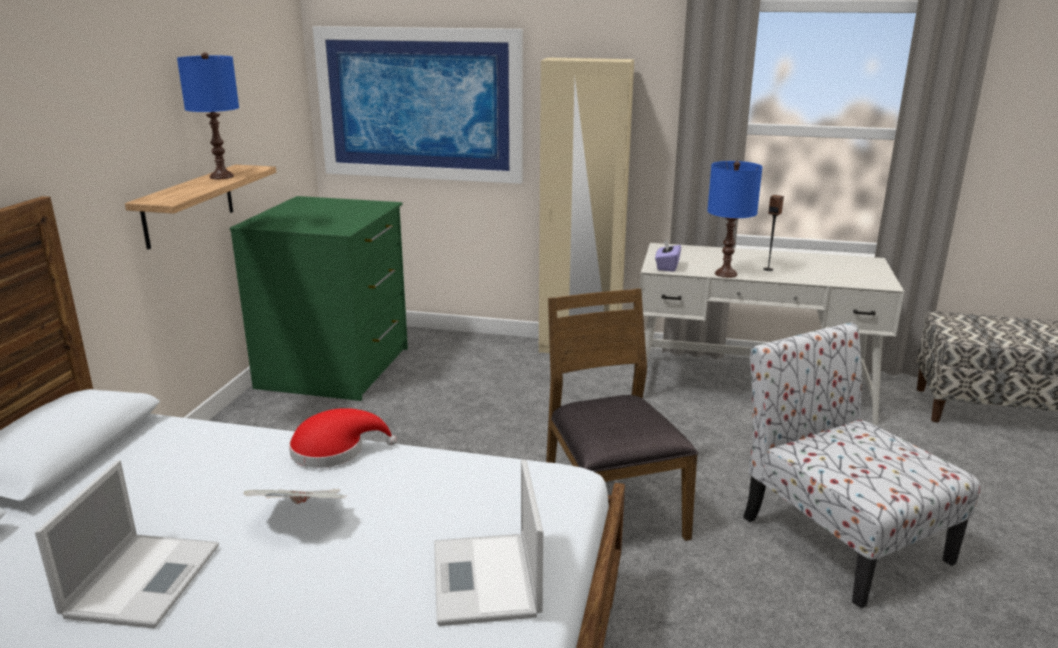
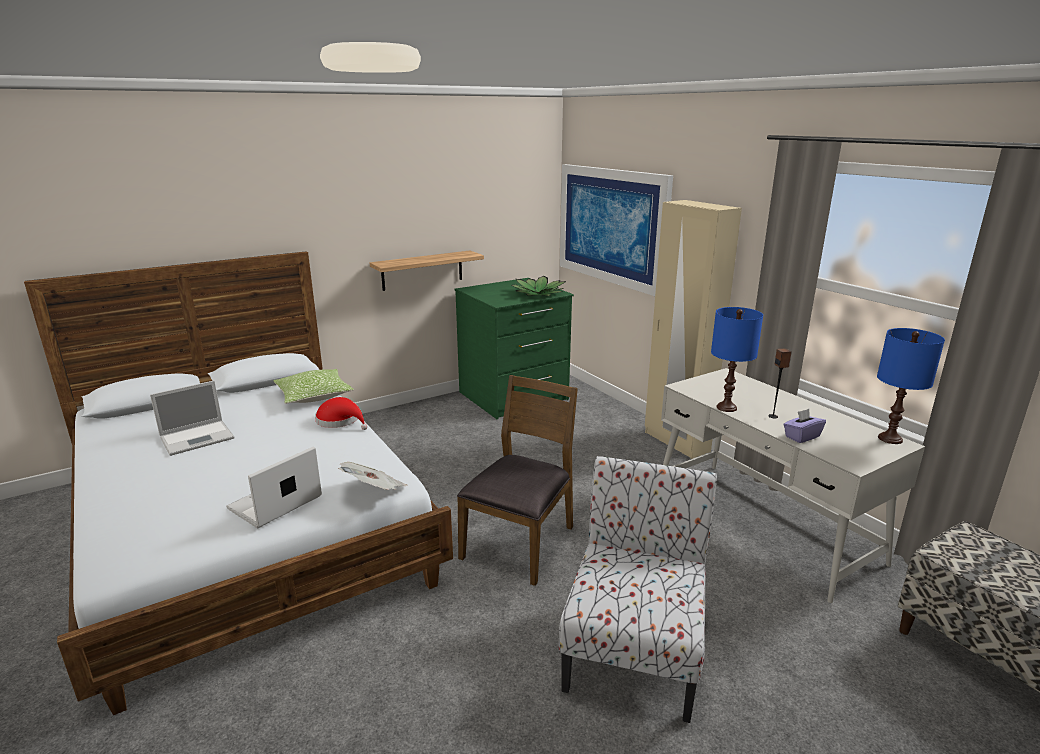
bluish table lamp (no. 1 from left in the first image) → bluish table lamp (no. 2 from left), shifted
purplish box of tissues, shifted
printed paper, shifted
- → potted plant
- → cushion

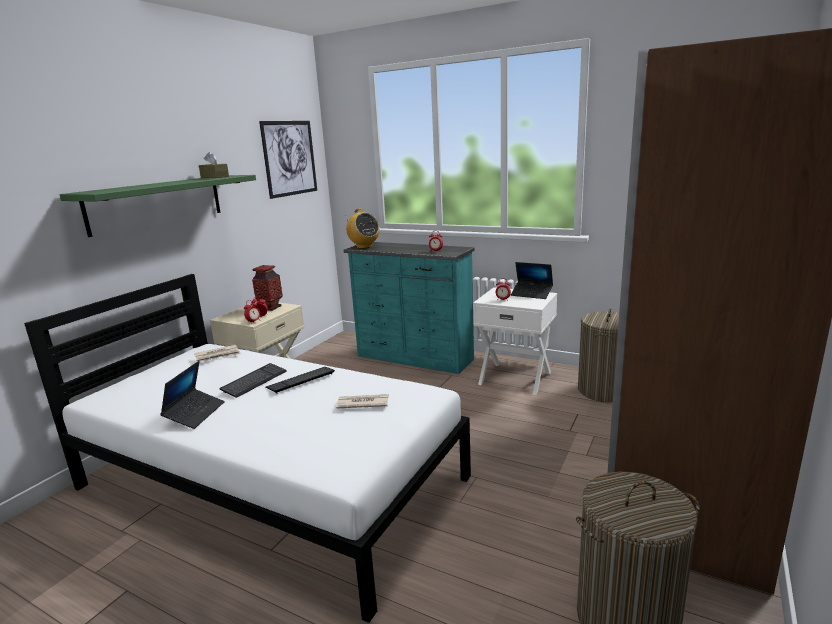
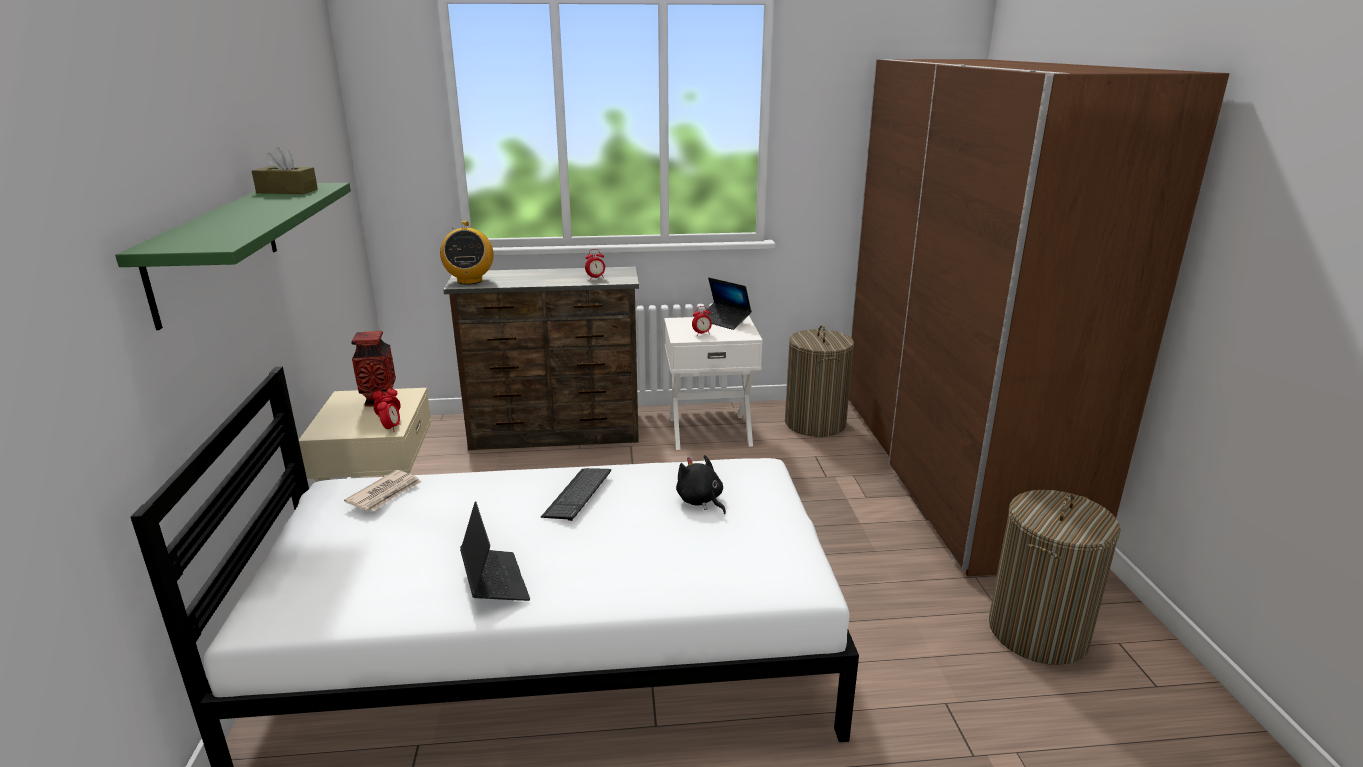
wall picture → -
radio receiver, 60 degrees clockwise
turquoise drawer chest → brown-coloured drawer chest
notebook computer (no. 2 from left), 45 degrees clockwise
PC keyboard (no. 1 from left) → -
printed paper (no. 2 from left) → black-coloured cuddly toy

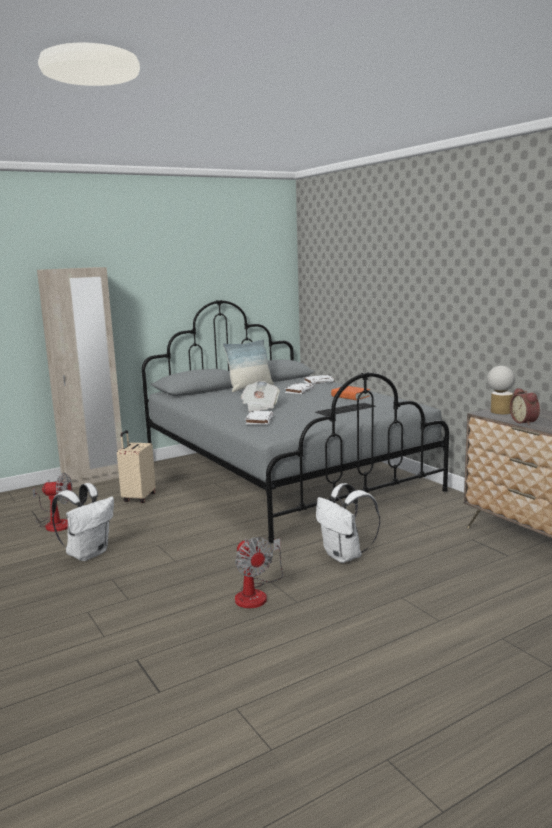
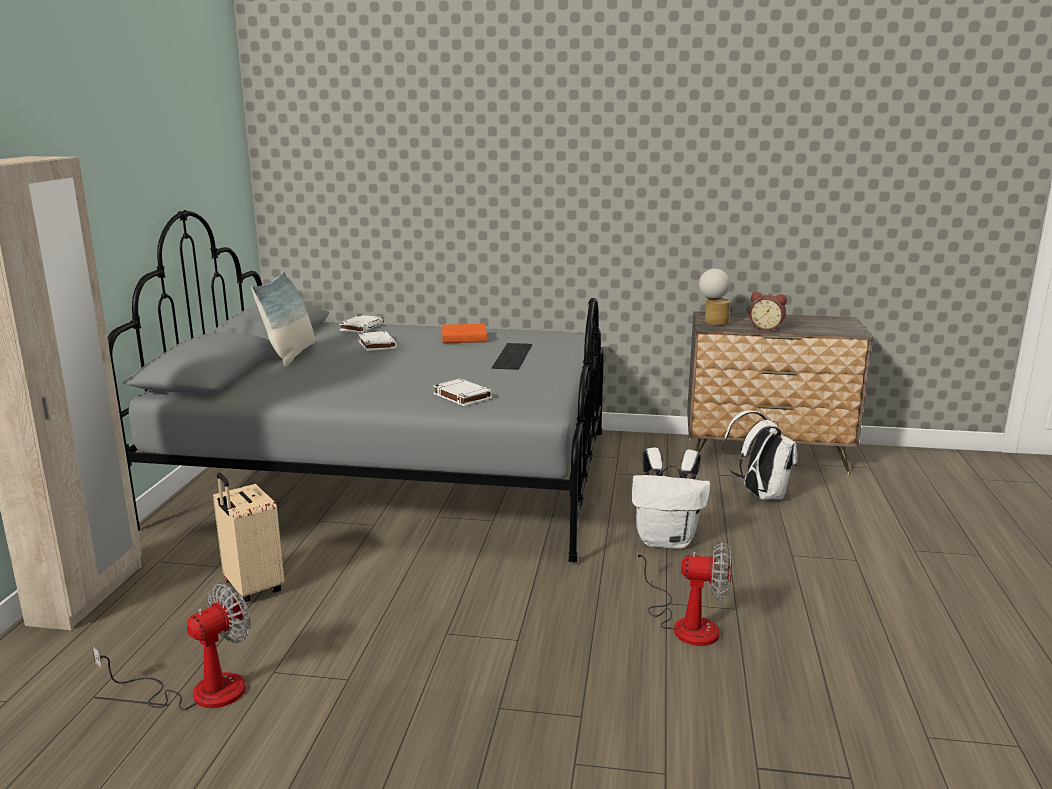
printed paper → -
white backpack (no. 1 from left in the first image) → white backpack (no. 2 from left), shifted

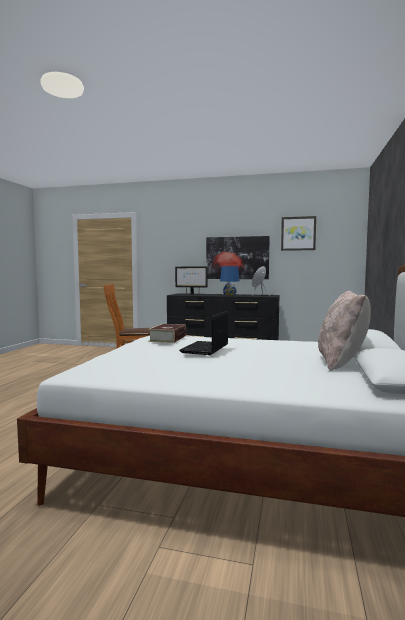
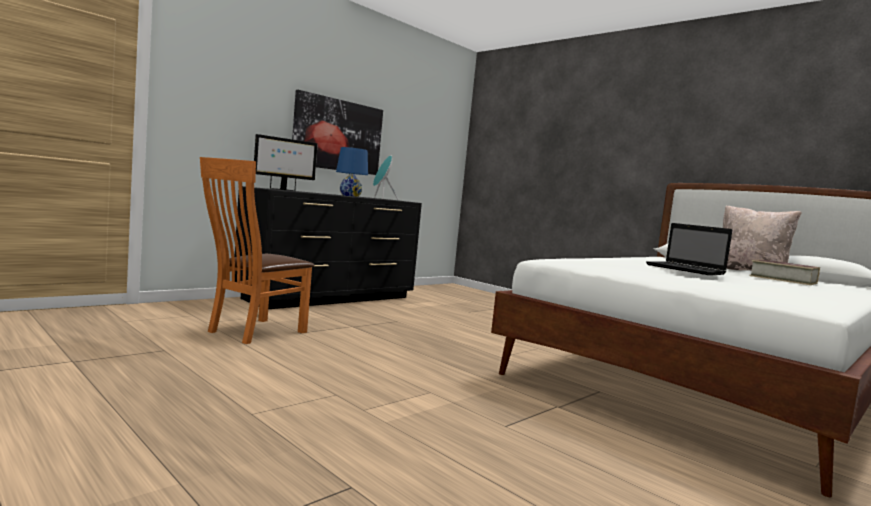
wall picture (no. 2 from left) → -
bound book, shifted

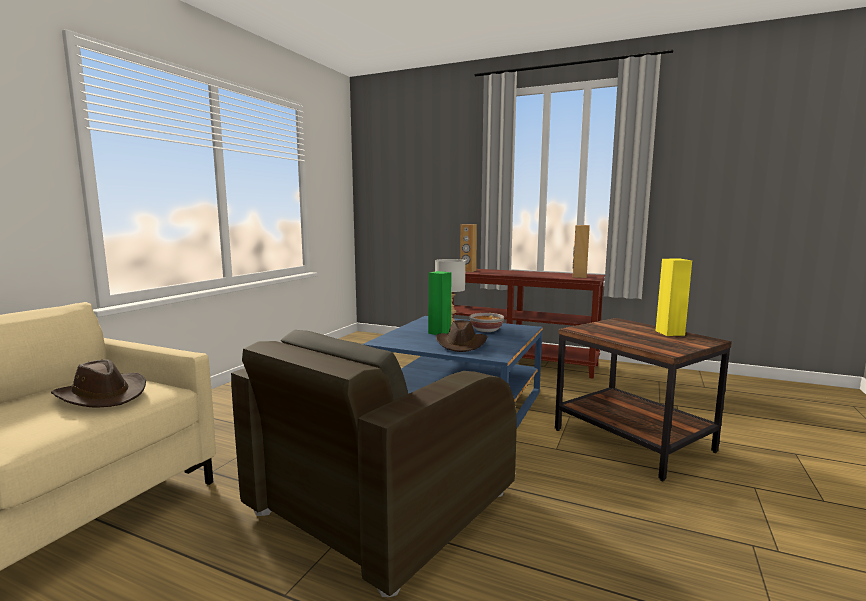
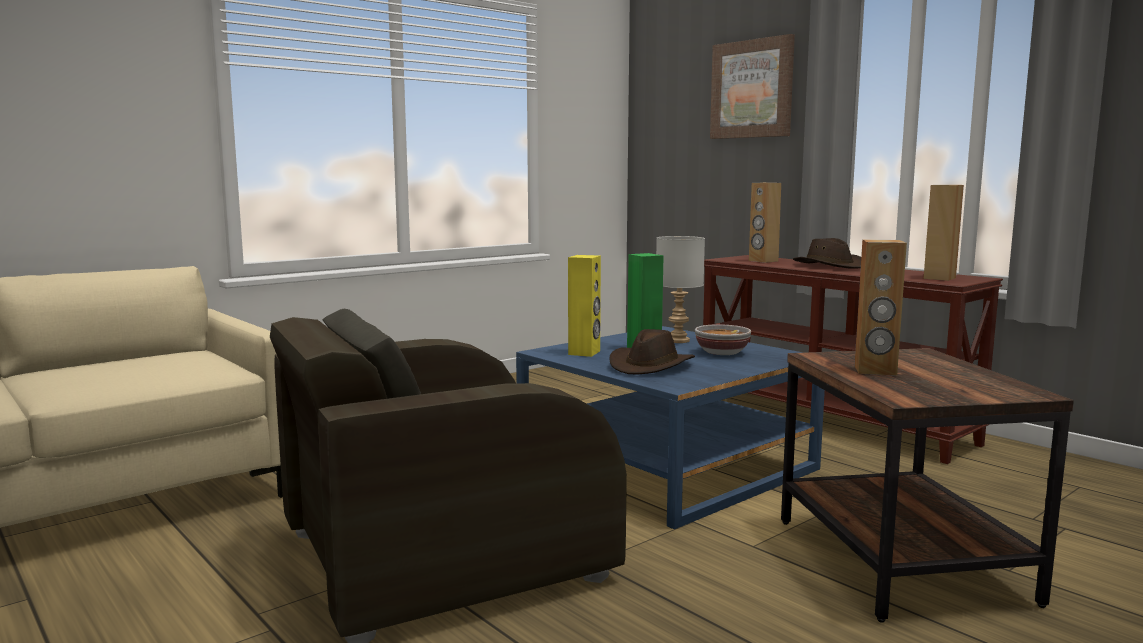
yellow speaker, shifted
brown-coloured clothing hat (no. 1 from left in the first image) → brown-coloured clothing hat (no. 2 from left), shifted
- → wall picture
- → brown-coloured speaker (no. 2 from left)

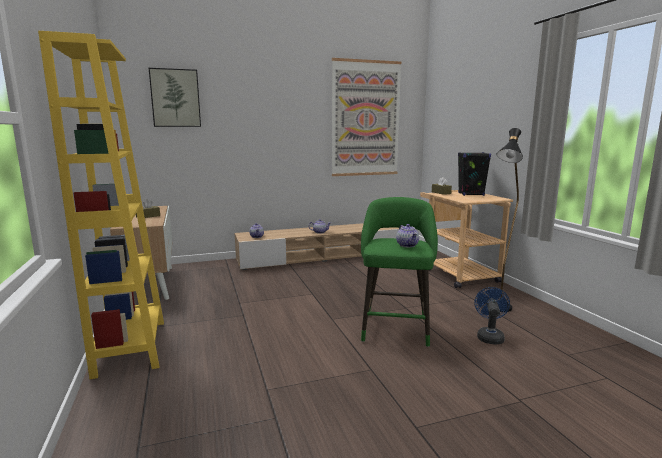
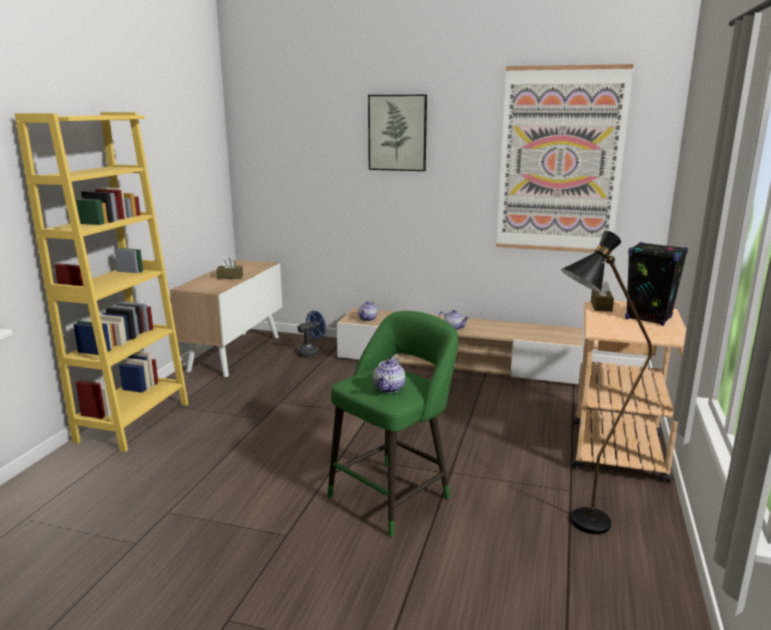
wall picture (no. 1 from left), shifted
bluish electric fan, shifted

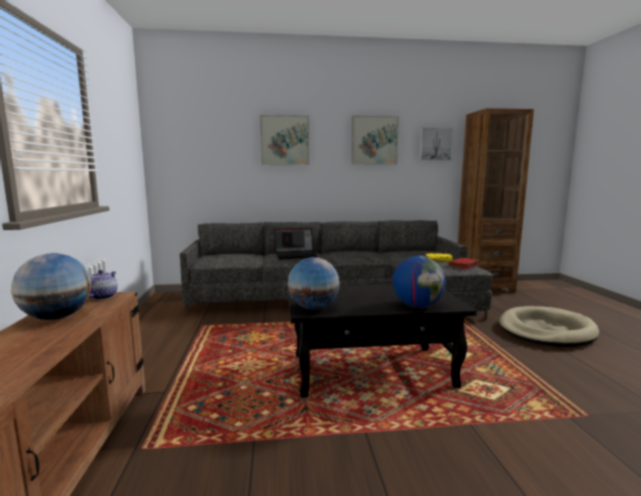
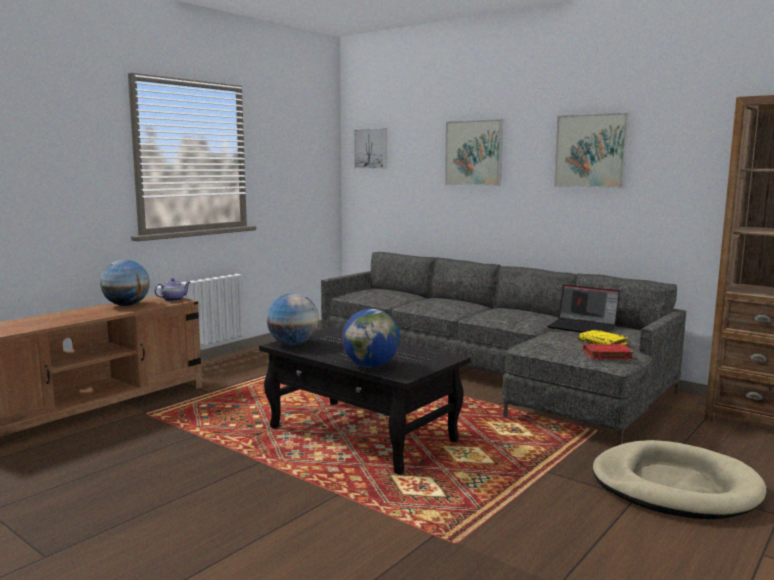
wall picture (no. 3 from left in the first image) → wall picture (no. 1 from left), shifted
notebook computer, shifted

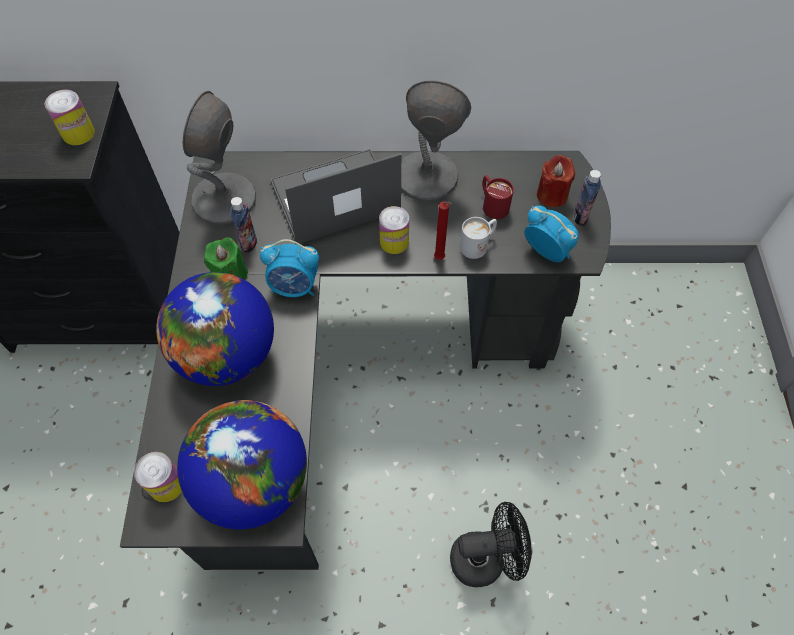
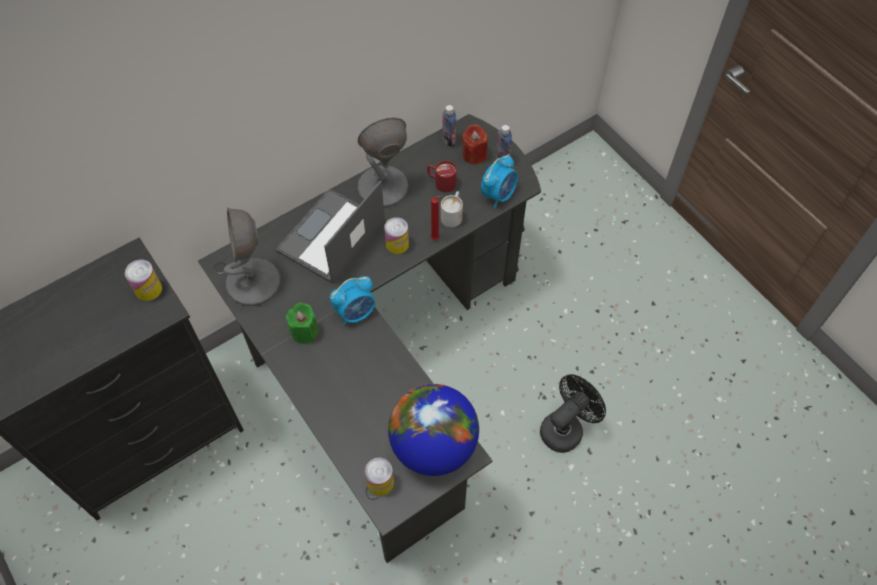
bottle (no. 1 from left), shifted
alarm clock (no. 2 from left), 120 degrees clockwise
world globe (no. 1 from left) → -

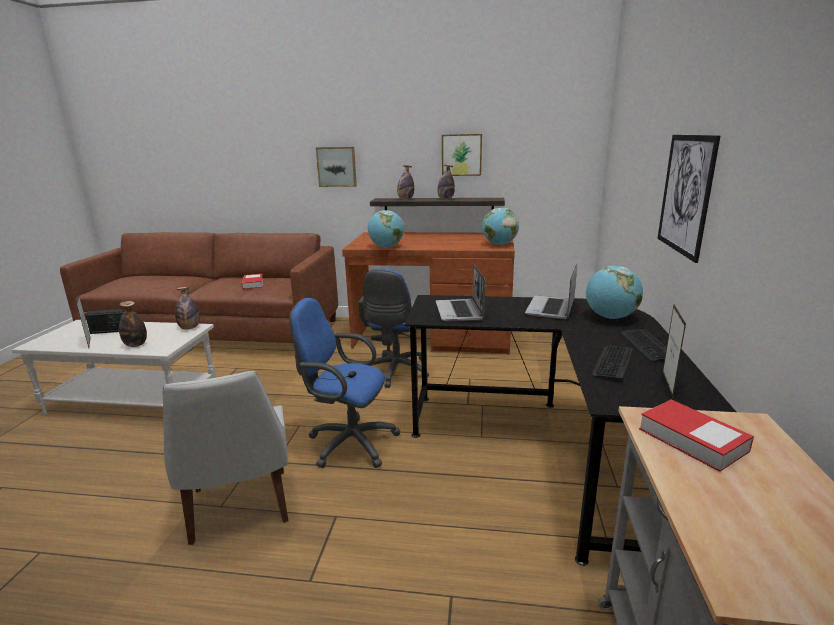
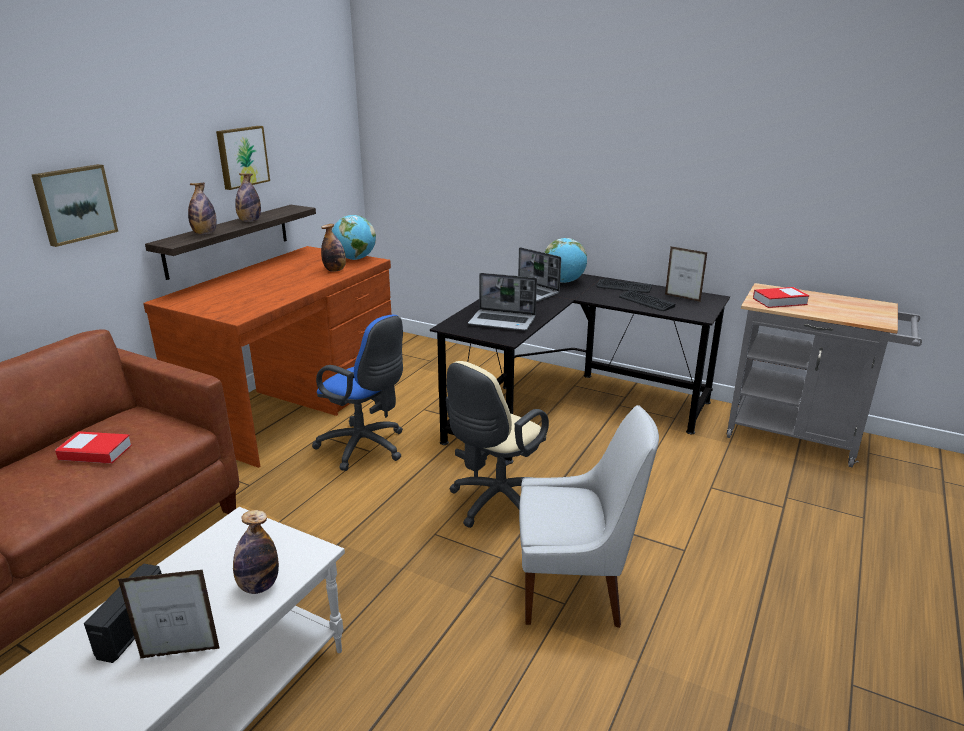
wall picture (no. 3 from left) → -
world globe (no. 1 from left) → -
bottle (no. 2 from left in the first image) → bottle (no. 4 from left), shifted
bluish computer chair (no. 1 from left) → beige-coloured computer chair

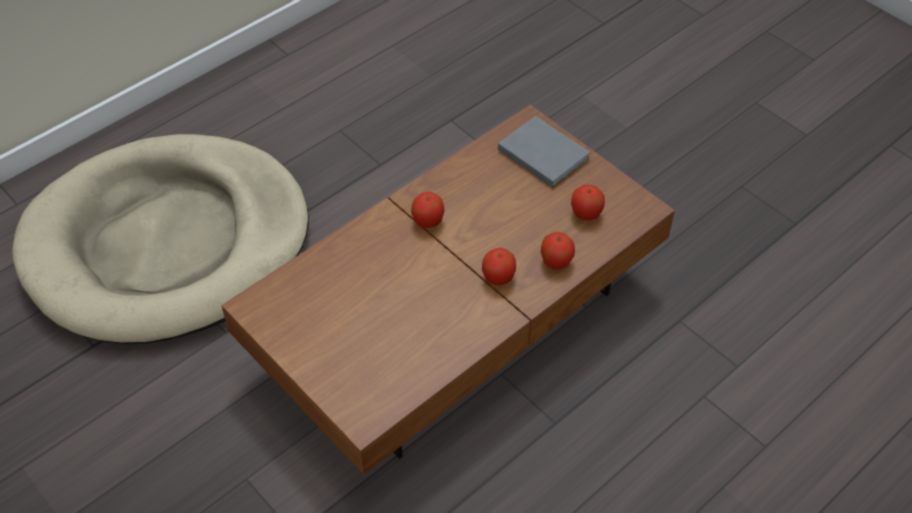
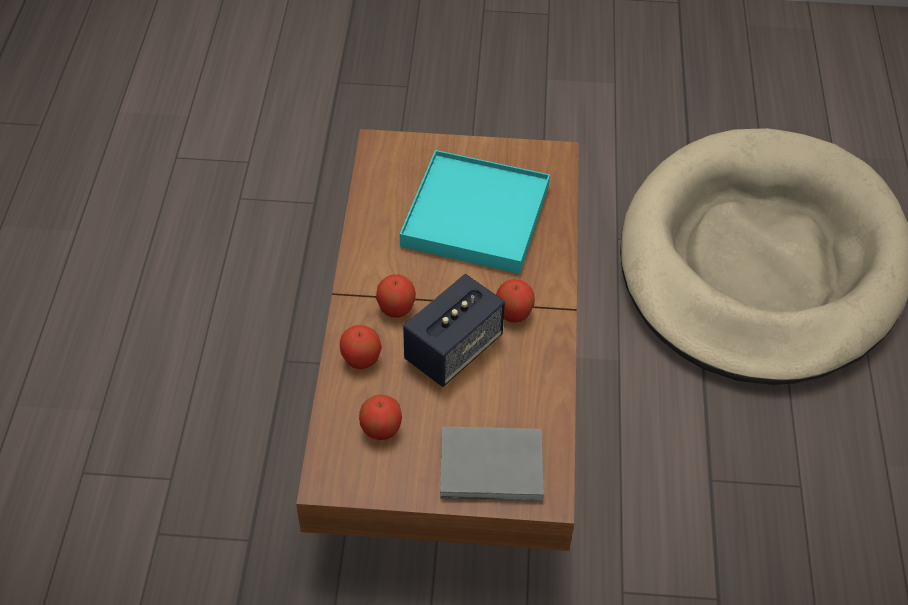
- → turquoise serving tray
- → speaker

